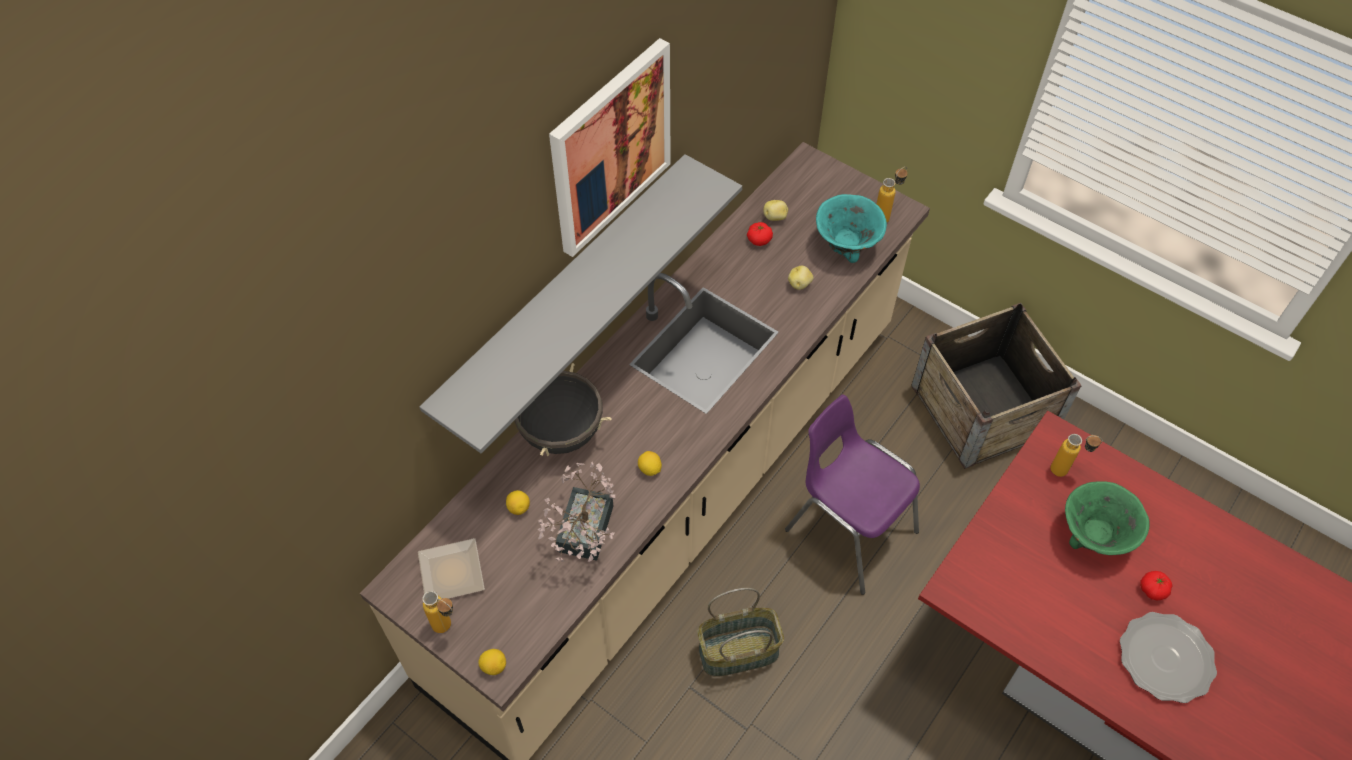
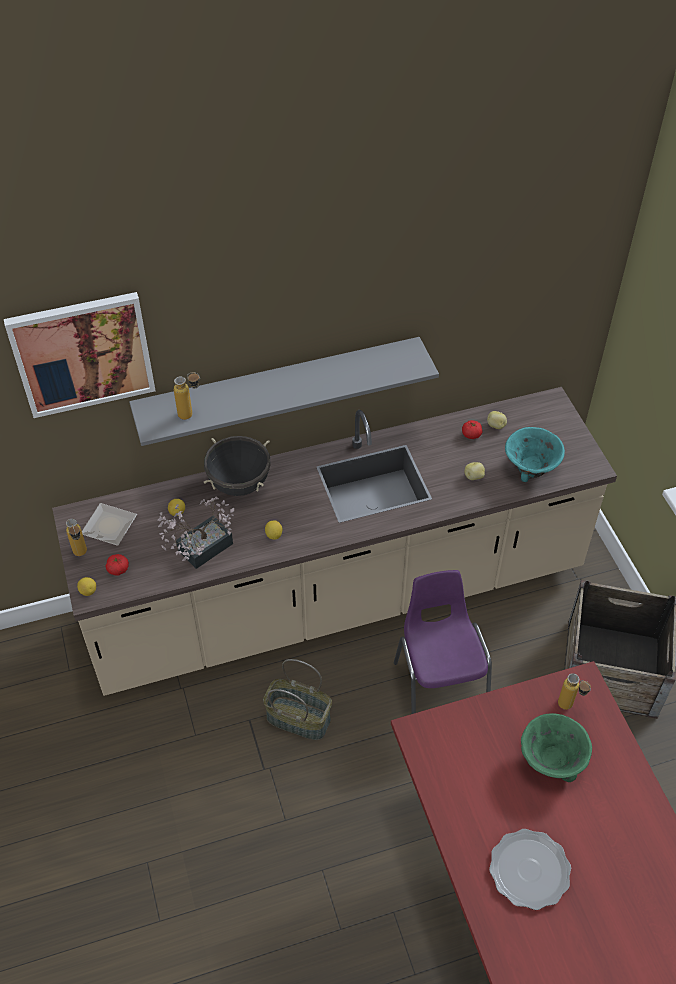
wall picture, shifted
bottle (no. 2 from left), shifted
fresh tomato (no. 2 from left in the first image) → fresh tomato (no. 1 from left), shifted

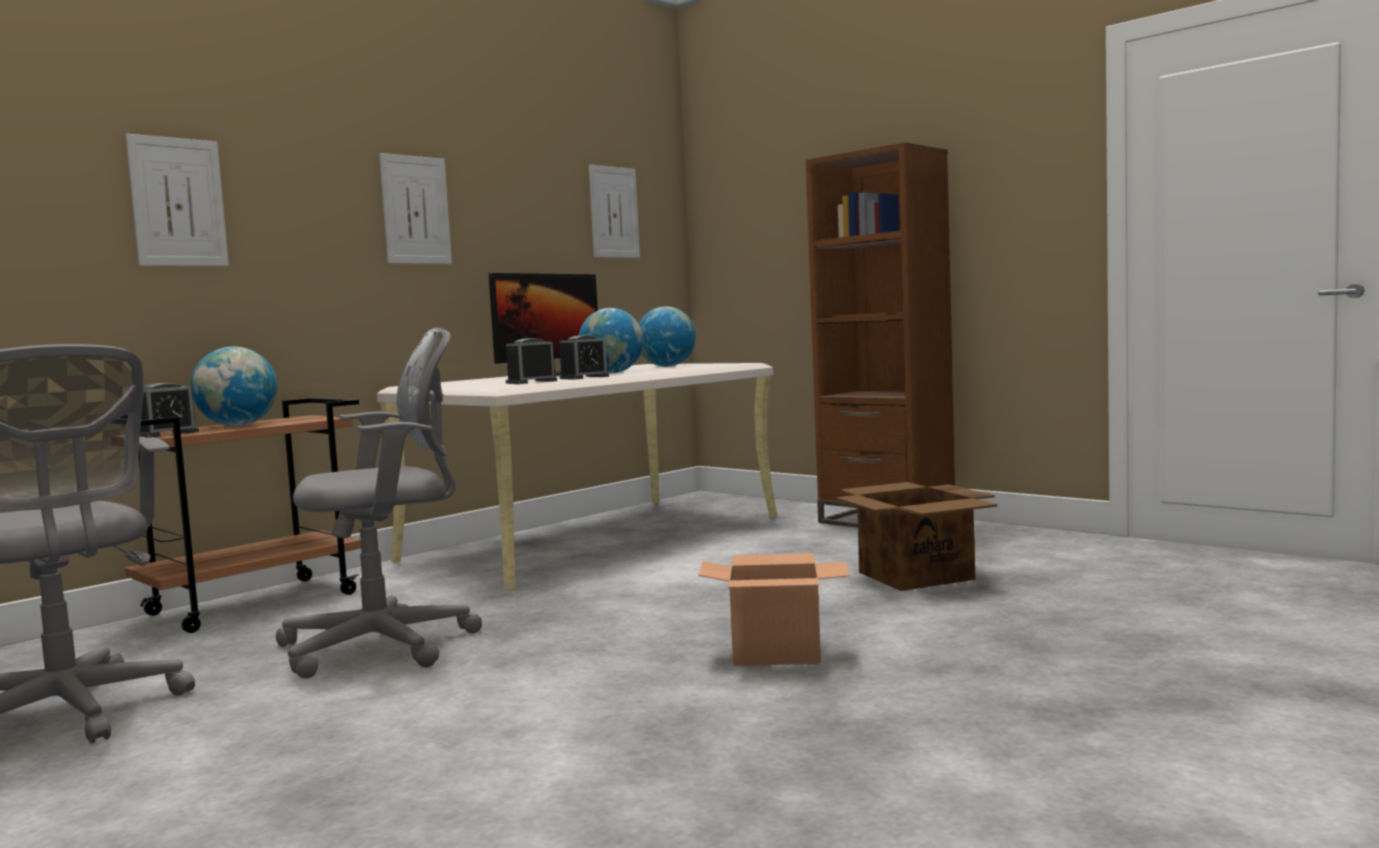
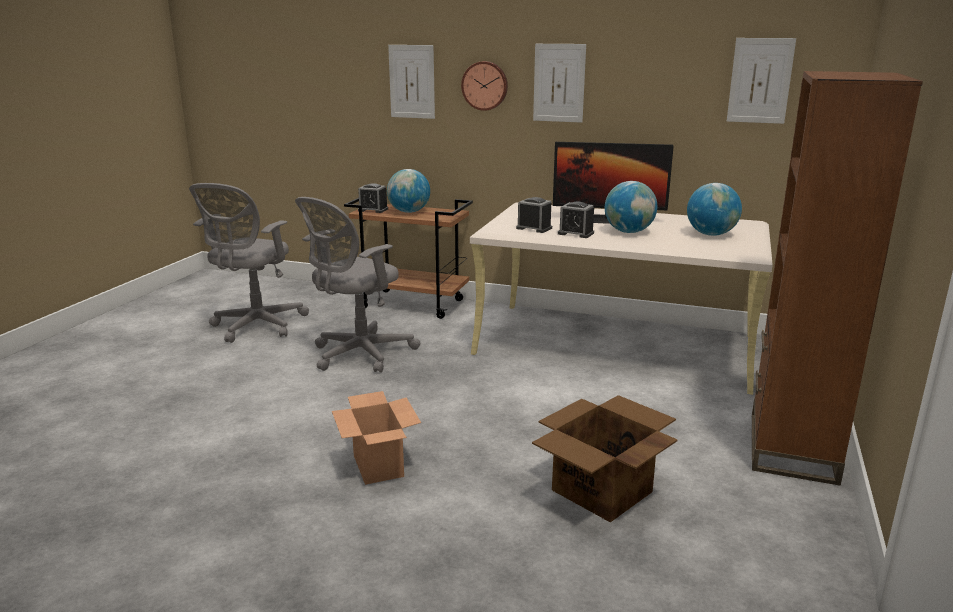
gray computer chair (no. 2 from left), 90 degrees clockwise
- → wall clock

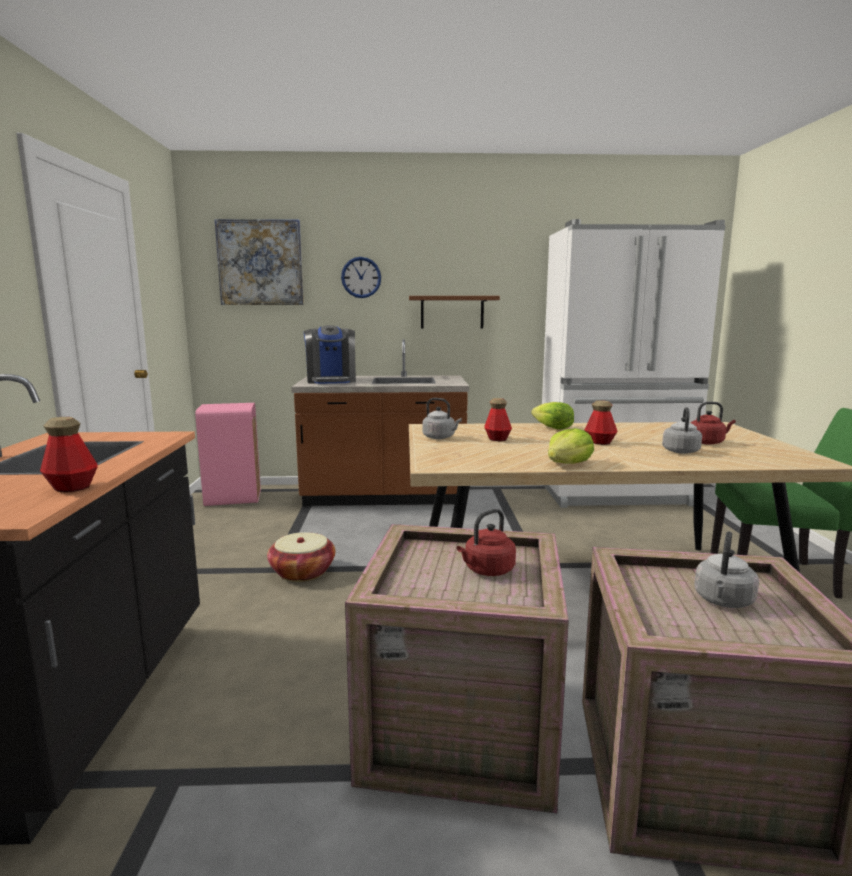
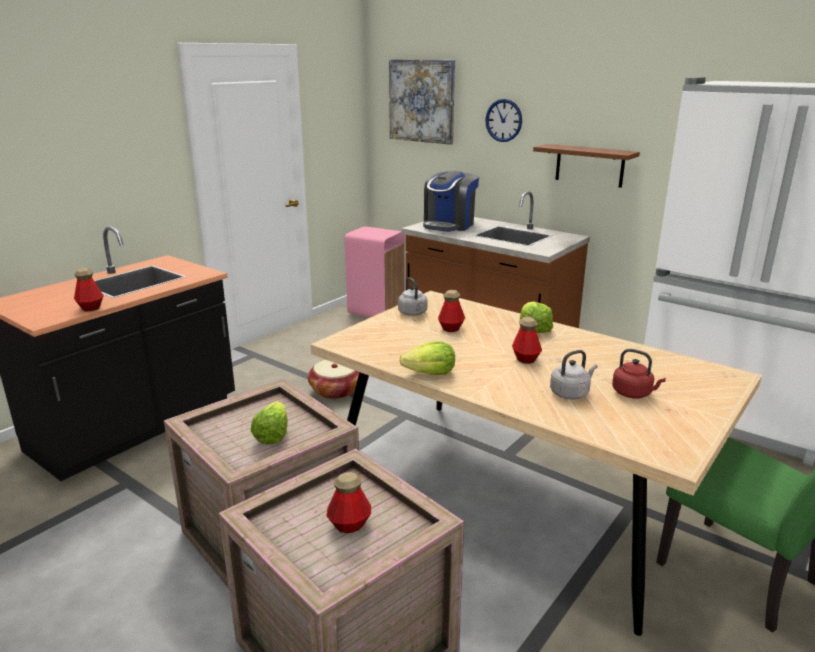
red water kettle (no. 1 from left) → head of lettuce (no. 1 from left)
gray water kettle (no. 3 from left) → bottle (no. 2 from left)

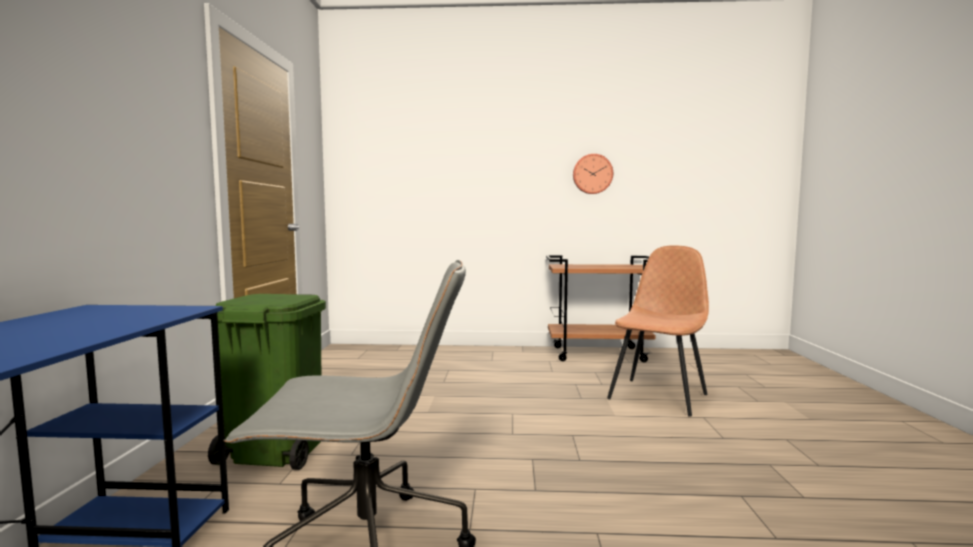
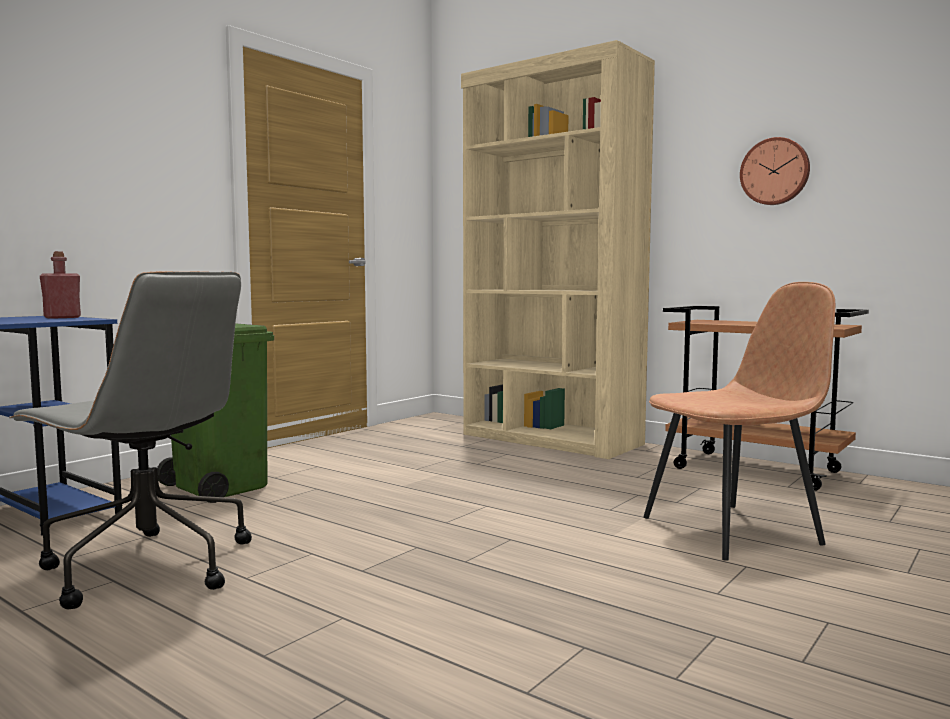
- → beige-coloured bookshelf
- → red bottle

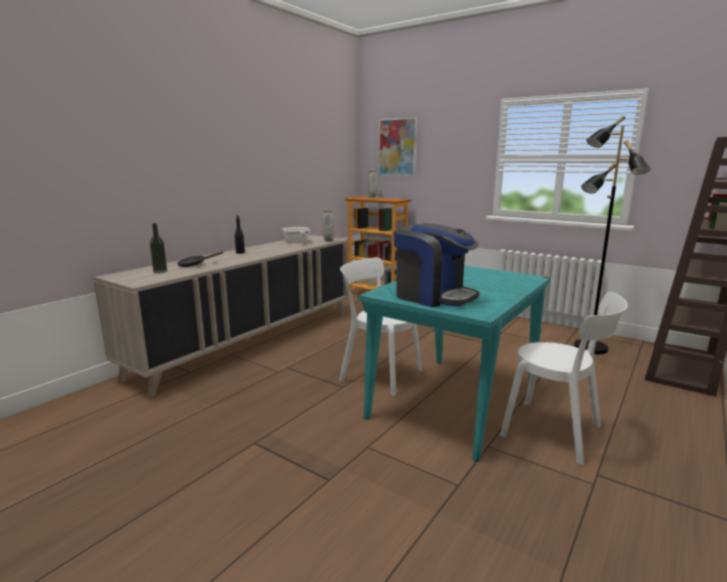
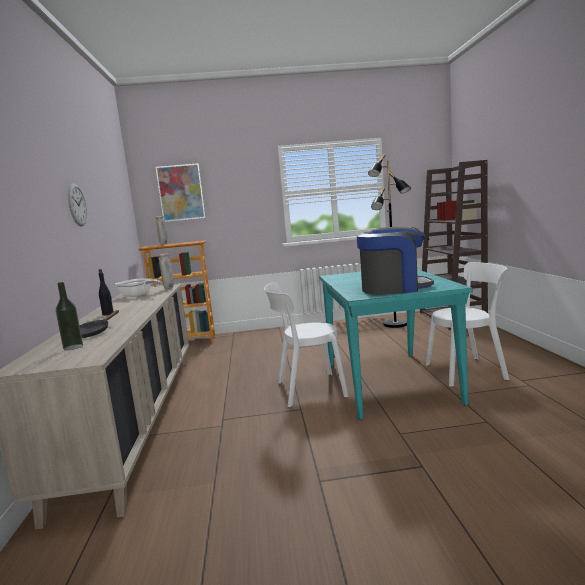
- → wall clock

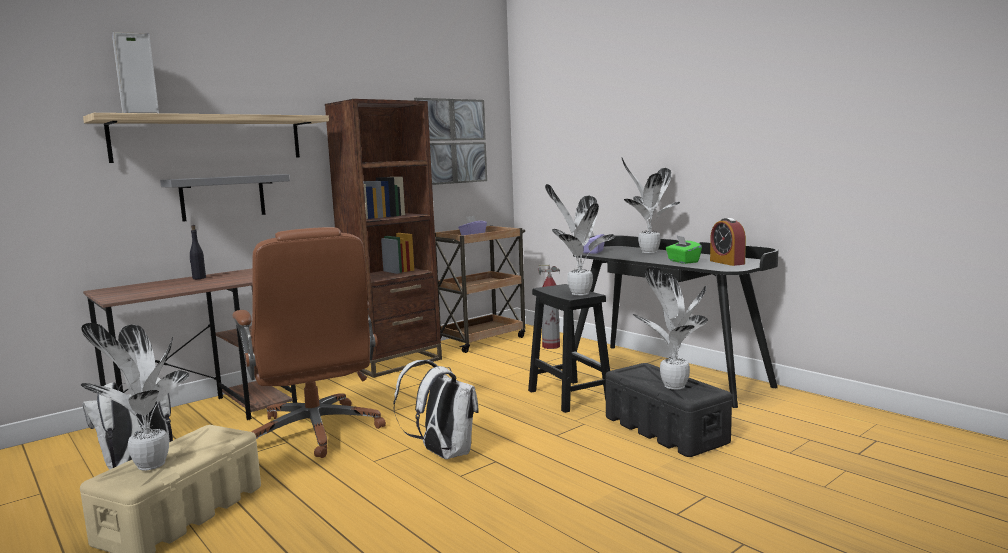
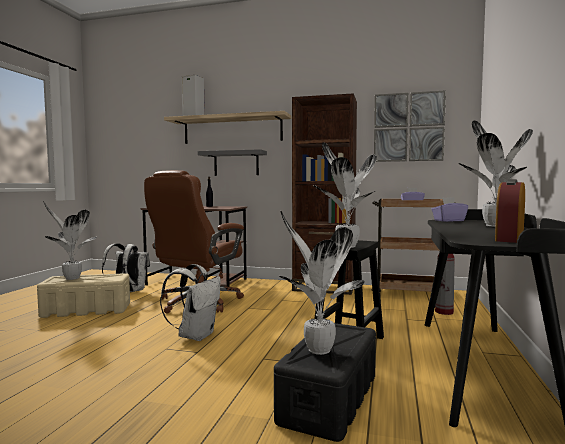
green-coloured box of tissues → -

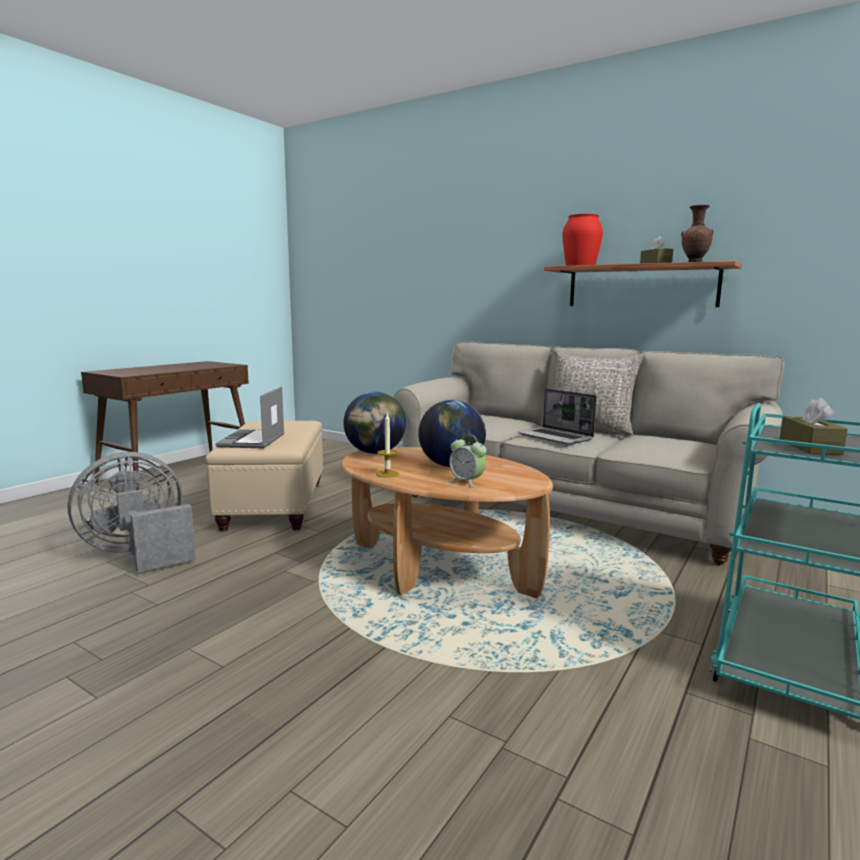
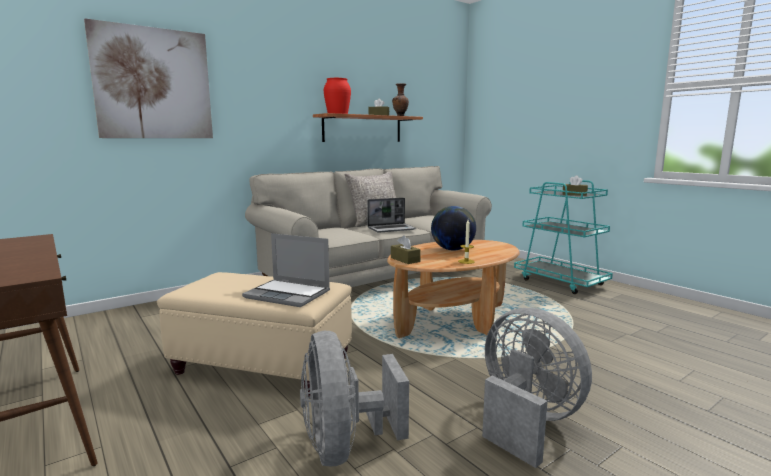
world globe (no. 1 from left) → brown-coloured box of tissues (no. 2 from left)
alarm clock → -
- → wall picture
- → gray electric fan (no. 2 from left)

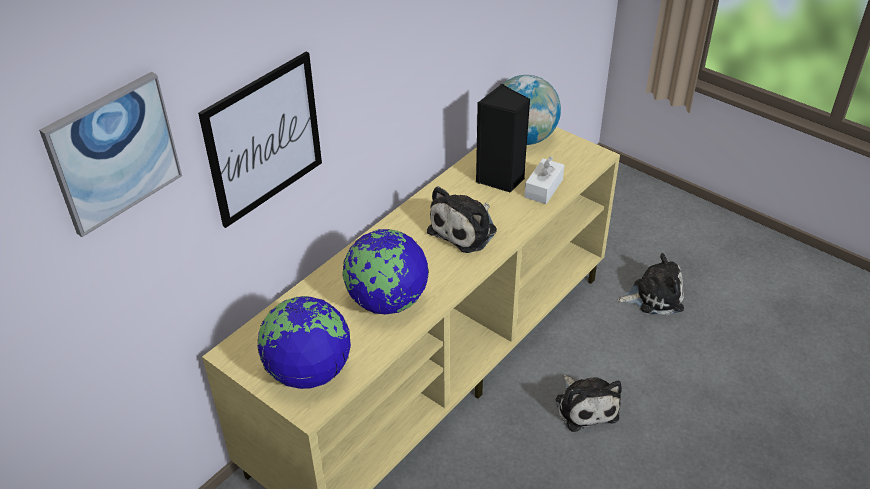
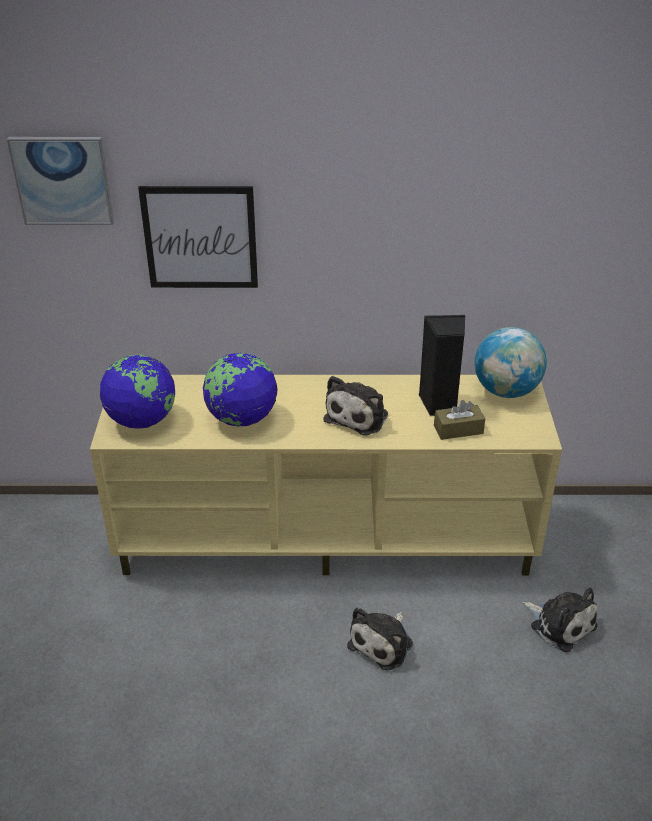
white box of tissues → brown-coloured box of tissues
cuddly toy (no. 1 from left), 60 degrees counterclockwise

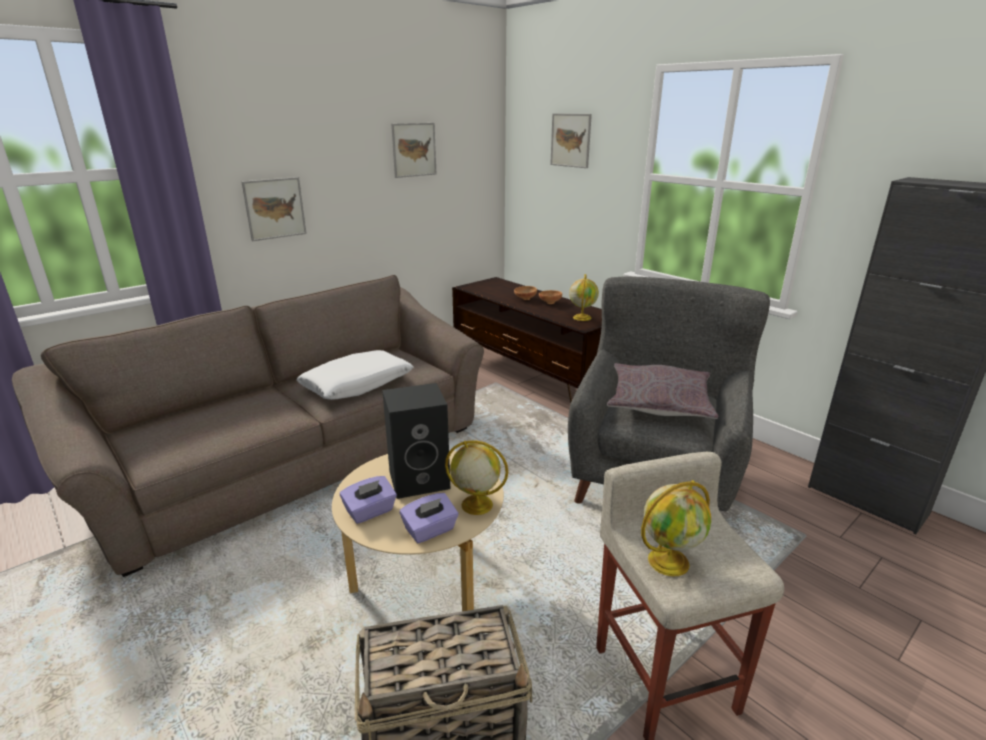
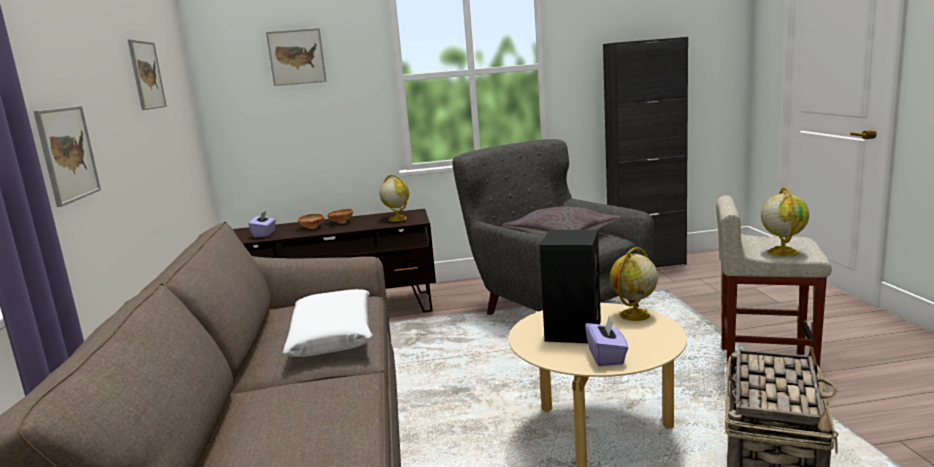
purplish box of tissues (no. 2 from left in the first image) → purplish box of tissues (no. 1 from left), shifted

